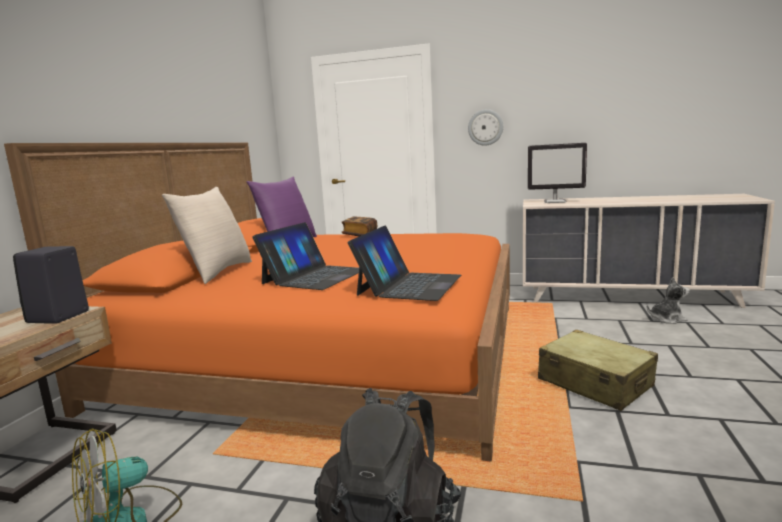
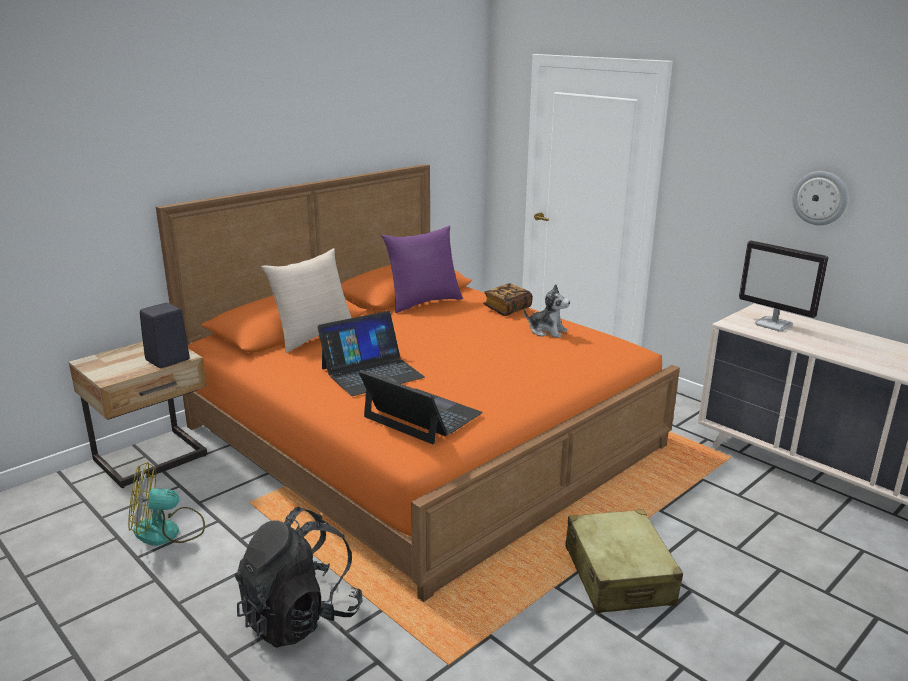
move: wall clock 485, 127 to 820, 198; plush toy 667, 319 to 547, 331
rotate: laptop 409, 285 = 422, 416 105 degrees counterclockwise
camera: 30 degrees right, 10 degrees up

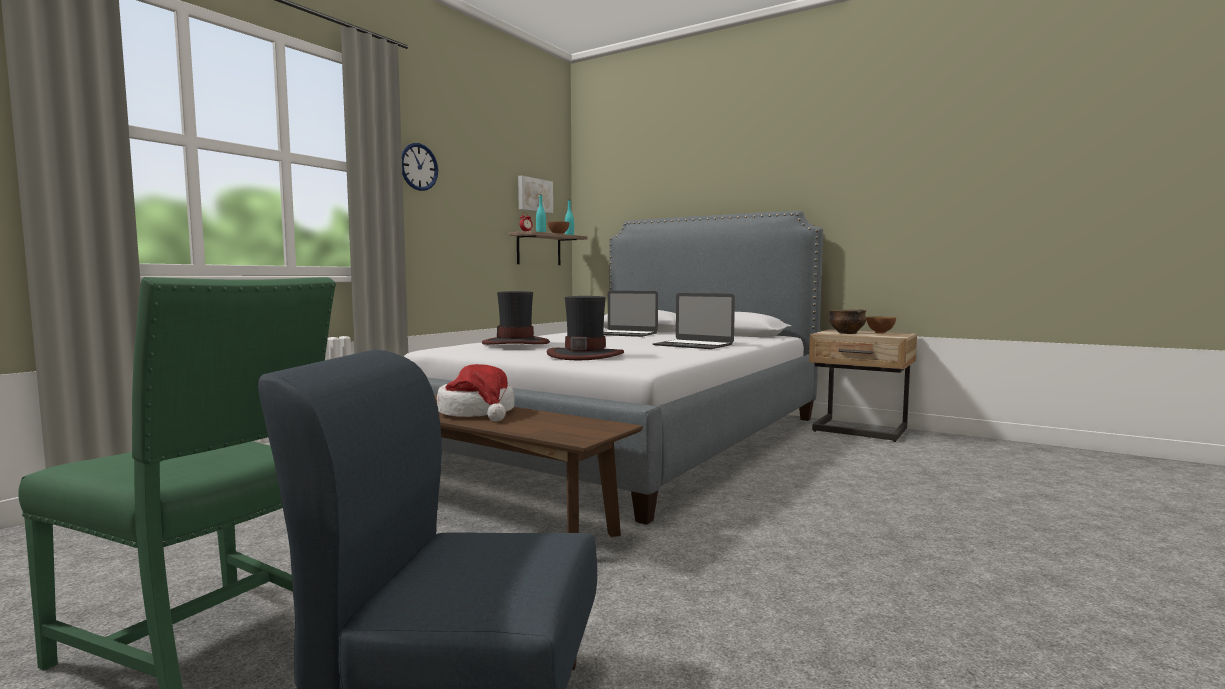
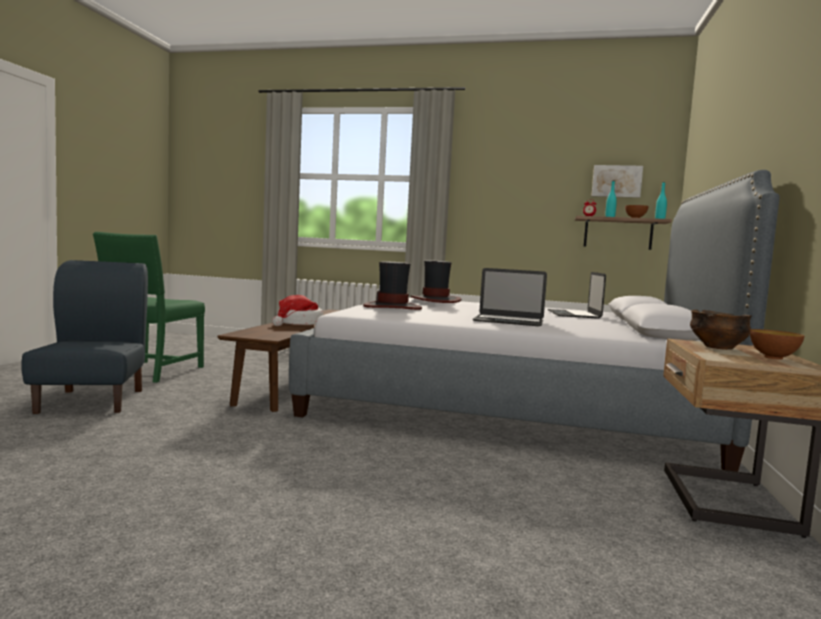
delete: wall clock 418, 167
rotate: laptop 693, 345 = 508, 321 90 degrees counterclockwise
camera: 70 degrees right, 0 degrees up

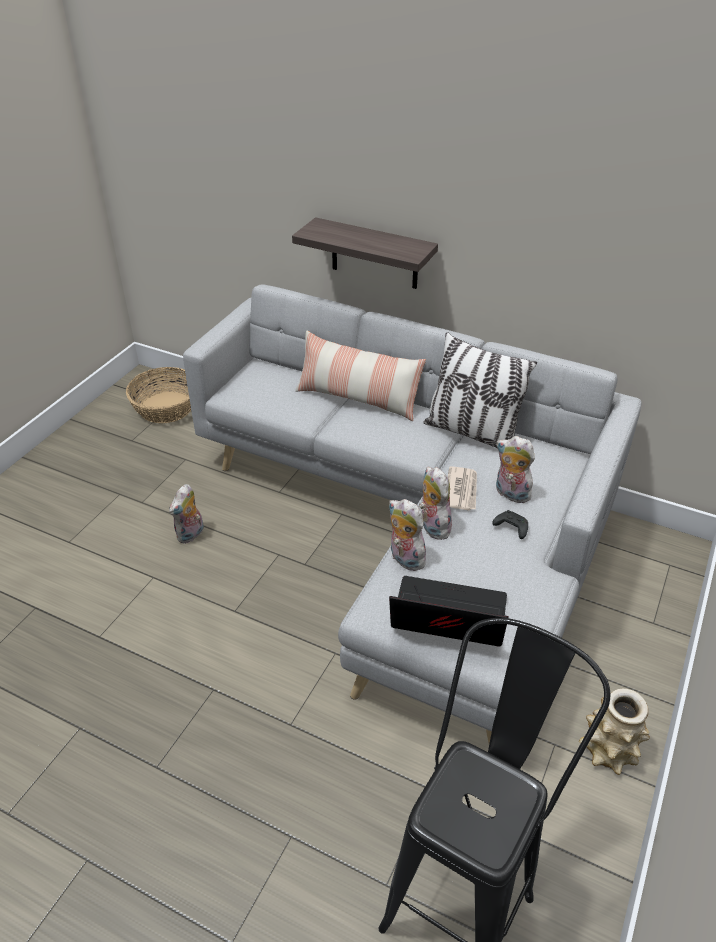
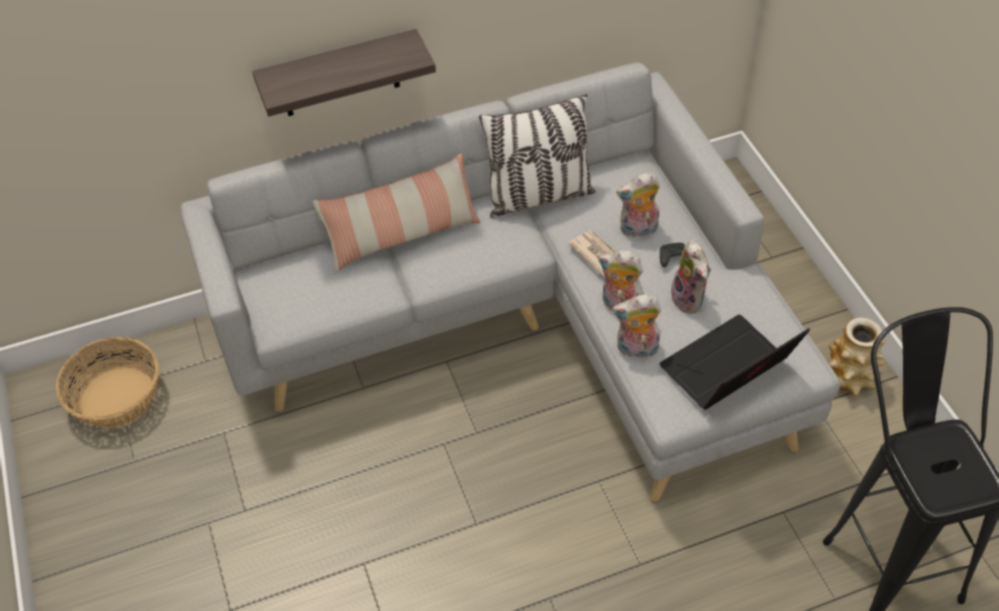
move: plush toy 191, 535 to 690, 299
camera: 45 degrees left, 10 degrees up

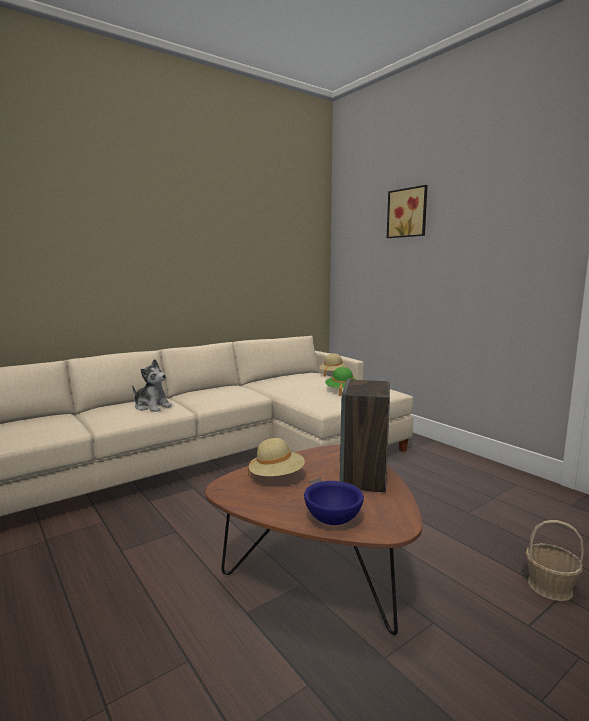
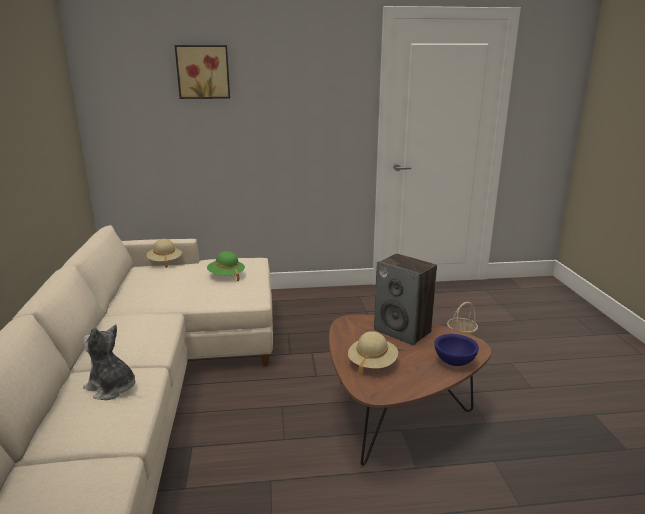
rotate: plush toy 152, 407 = 112, 388 120 degrees counterclockwise
camera: 60 degrees left, 10 degrees up

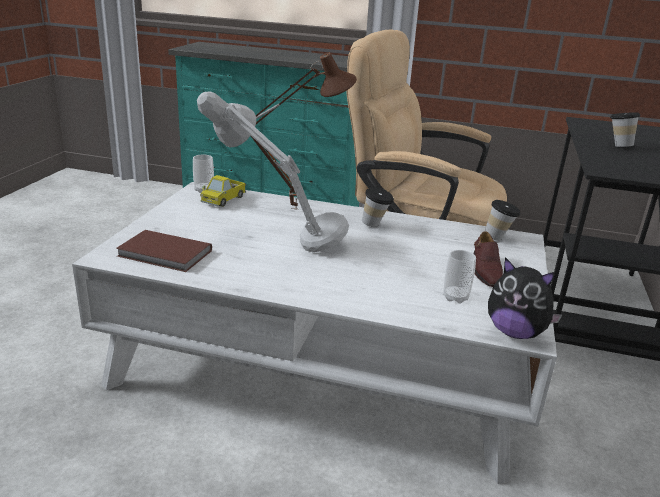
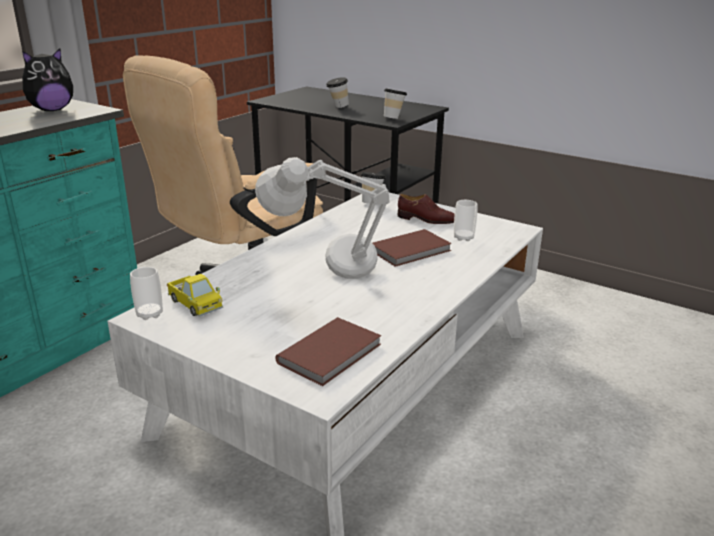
delete: table lamp (brown) 295, 208
insert: book (brown) 412, 250
move: cup 375, 225 to 394, 118; plush toy 515, 332 to 52, 110
camera: 70 degrees left, 0 degrees up

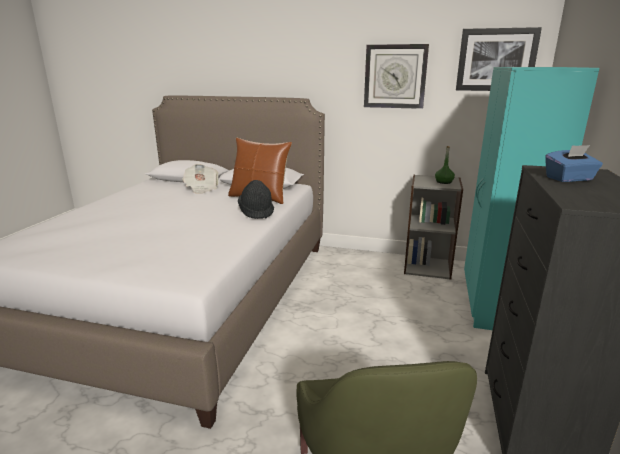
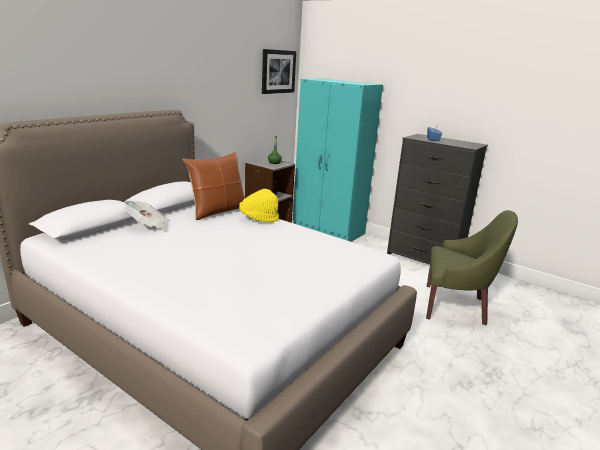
delete: wall clock 395, 76
recolor: hat (black) 256, 212 to hat (yellow) 258, 218
camera: 70 degrees left, 0 degrees up

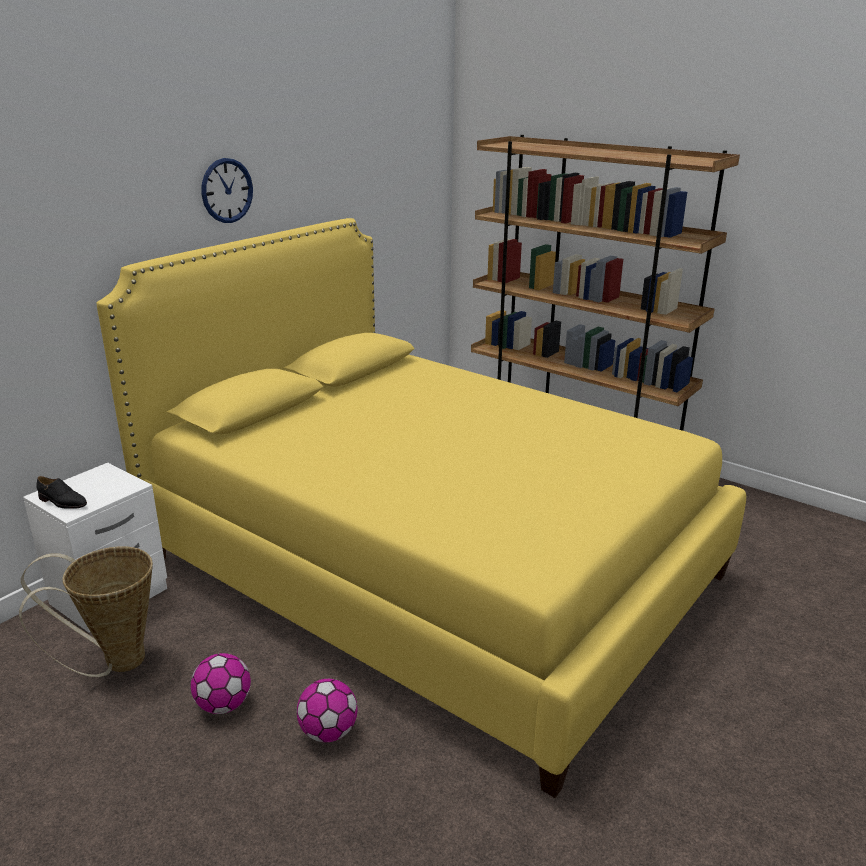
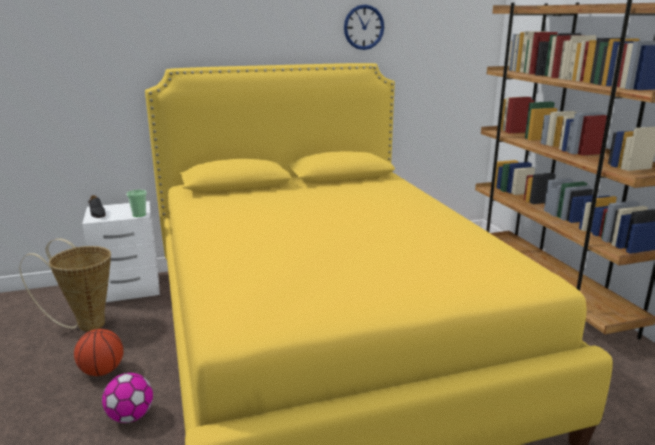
insert: cup 139, 214
move: wall clock 227, 190 to 363, 27
replace: football 223, 705 to basketball 102, 371
camera: 35 degrees right, 5 degrees down

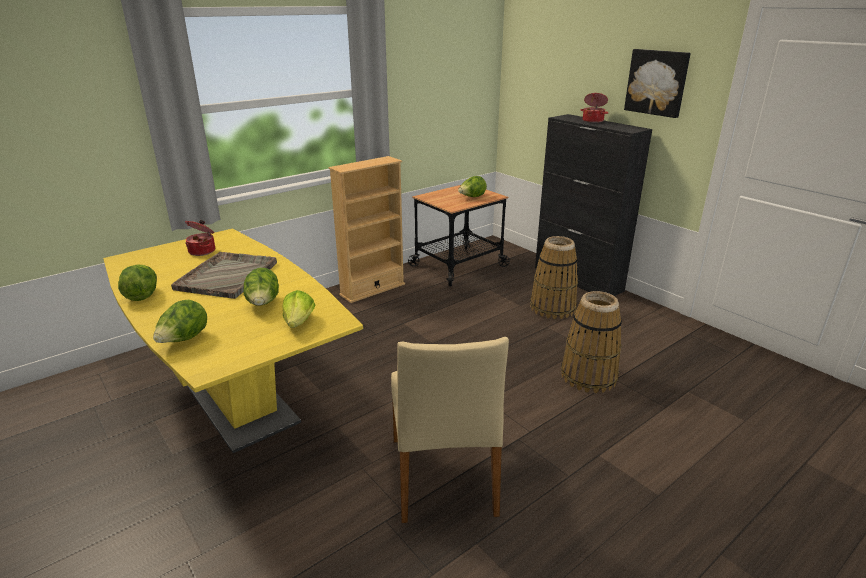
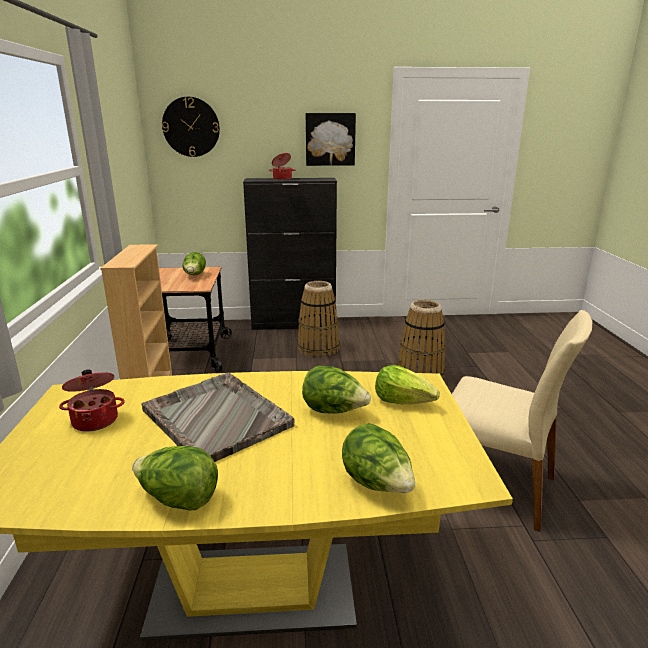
insert: wall clock 191, 127
camera: 55 degrees left, 5 degrees down

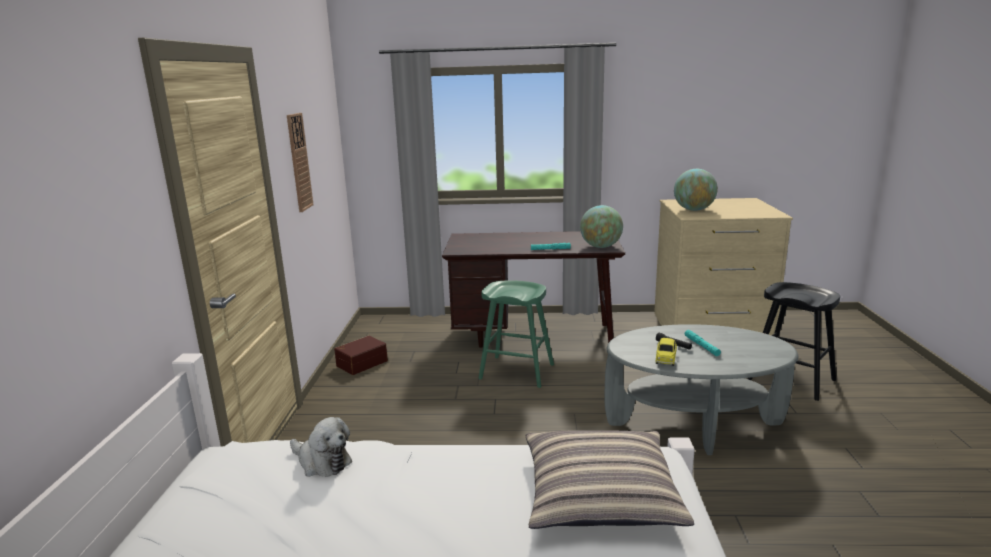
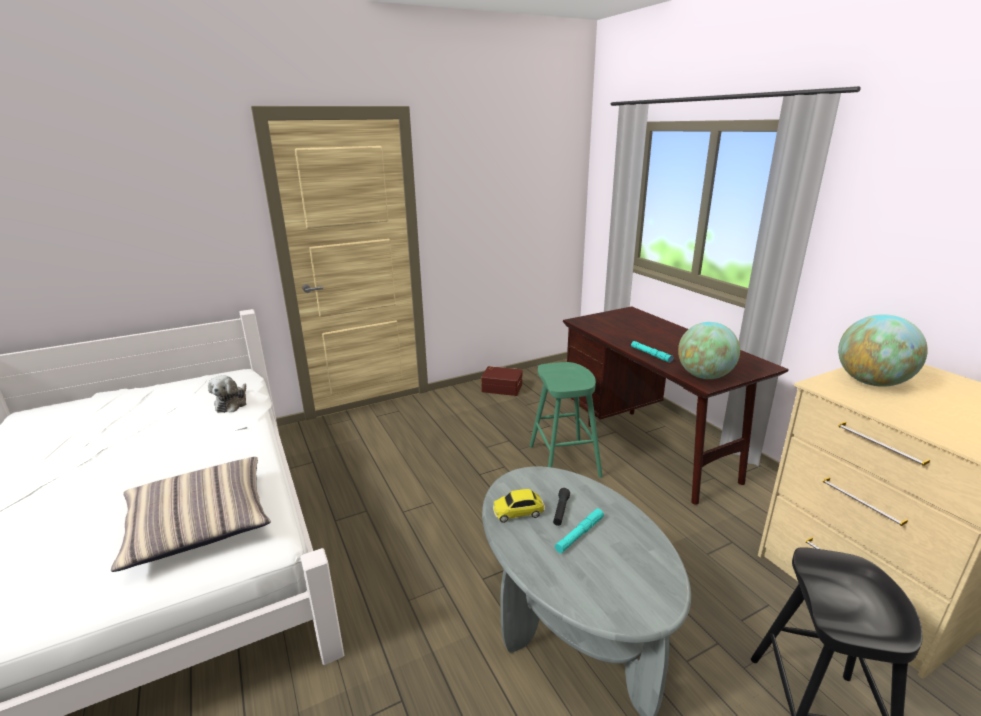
delete: wall clock 299, 162
camera: 60 degrees right, 5 degrees up

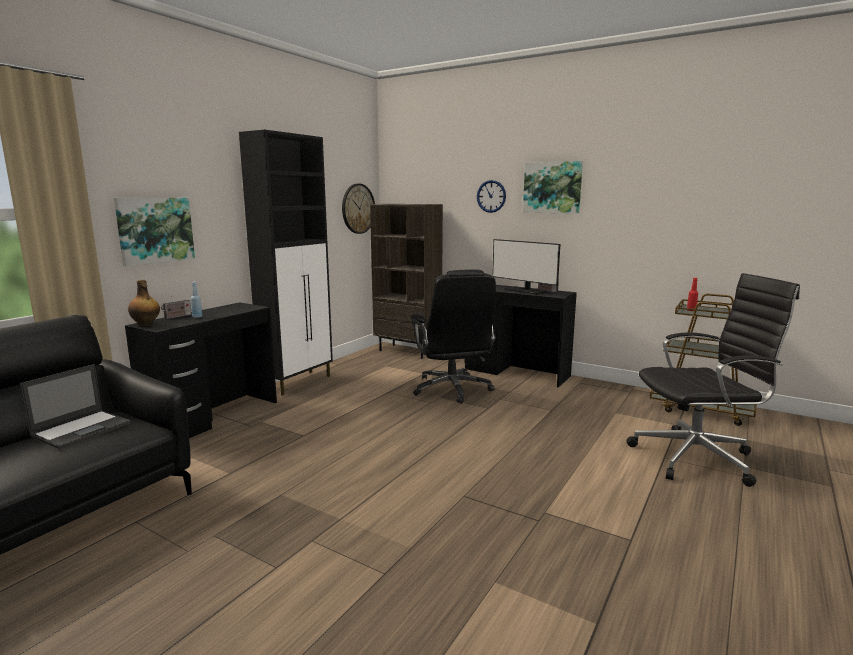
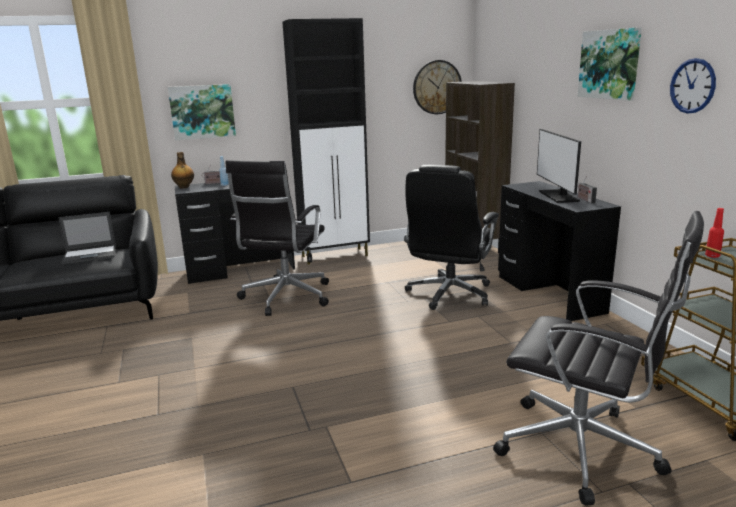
insert: office chair (black) 285, 298
move: wall clock 491, 196 to 692, 86
camera: 40 degrees right, 5 degrees up

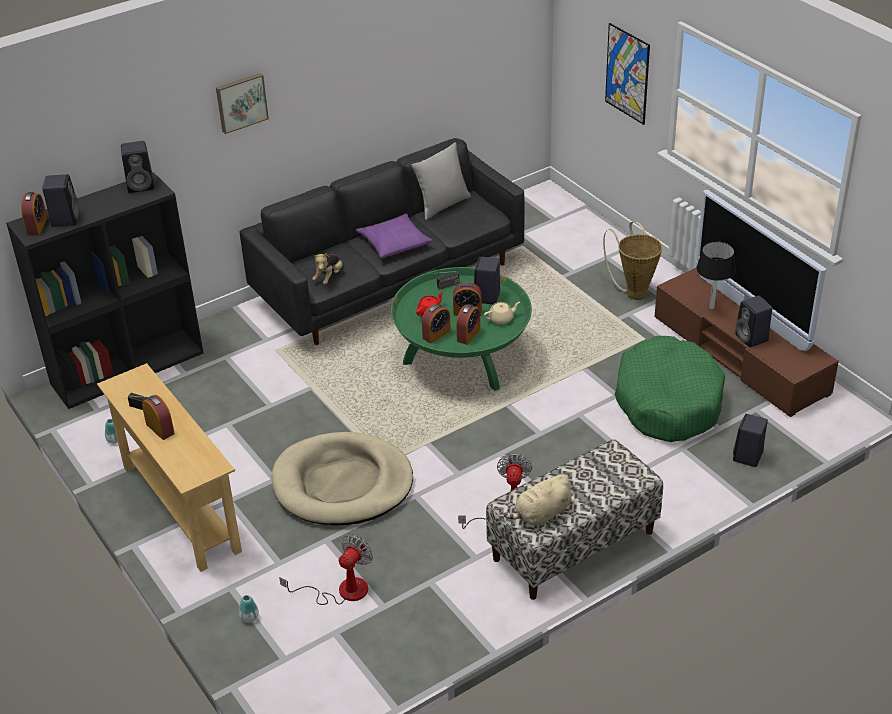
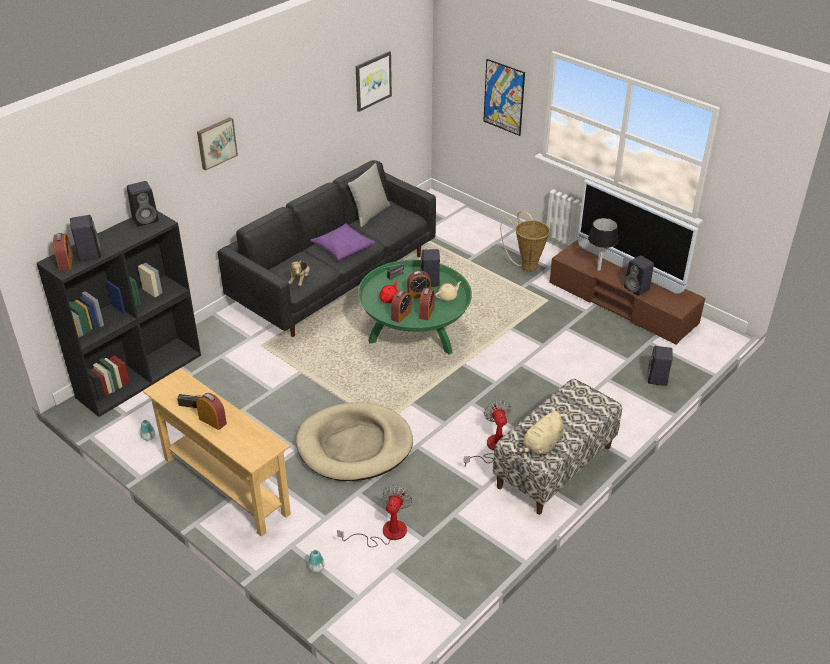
delete: dog bed (green) 668, 401
insert: picture 372, 81
camera: 15 degrees left, 0 degrees up

